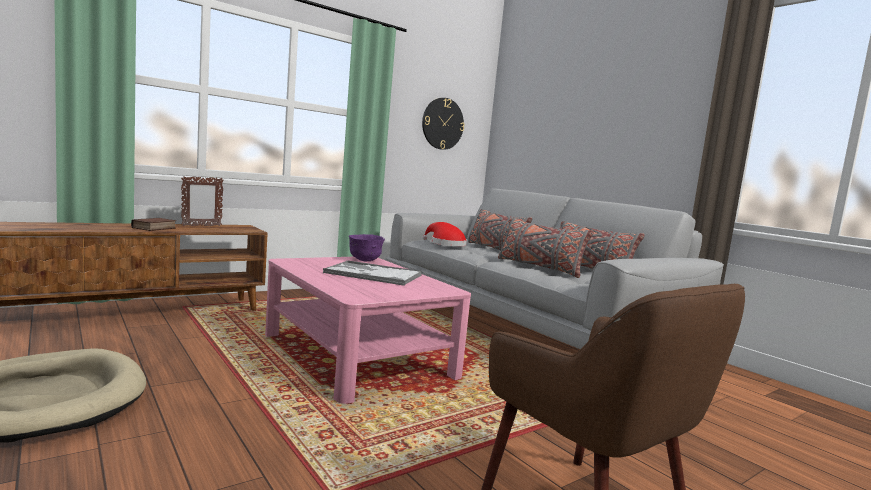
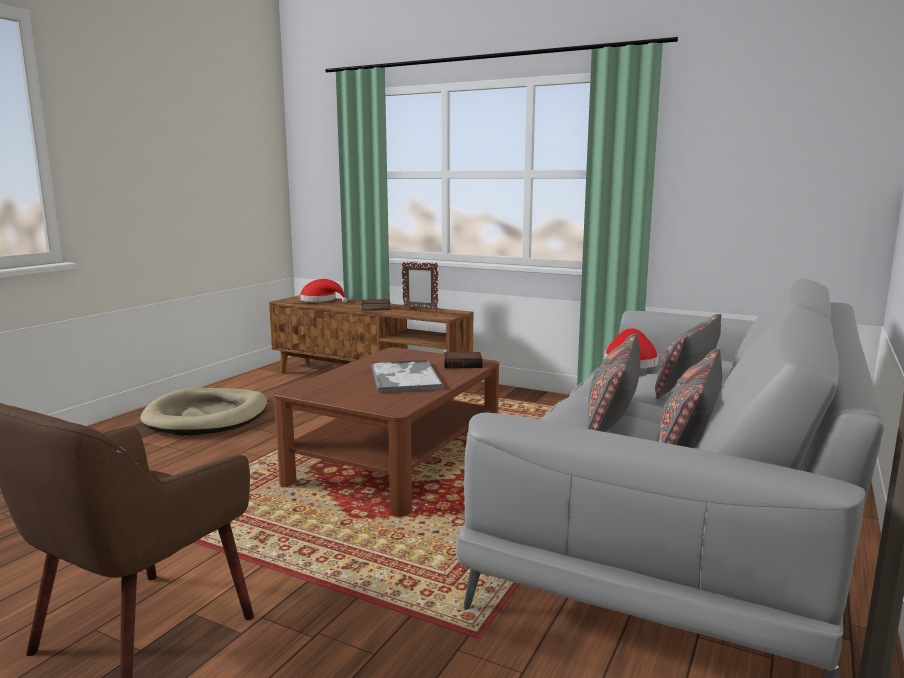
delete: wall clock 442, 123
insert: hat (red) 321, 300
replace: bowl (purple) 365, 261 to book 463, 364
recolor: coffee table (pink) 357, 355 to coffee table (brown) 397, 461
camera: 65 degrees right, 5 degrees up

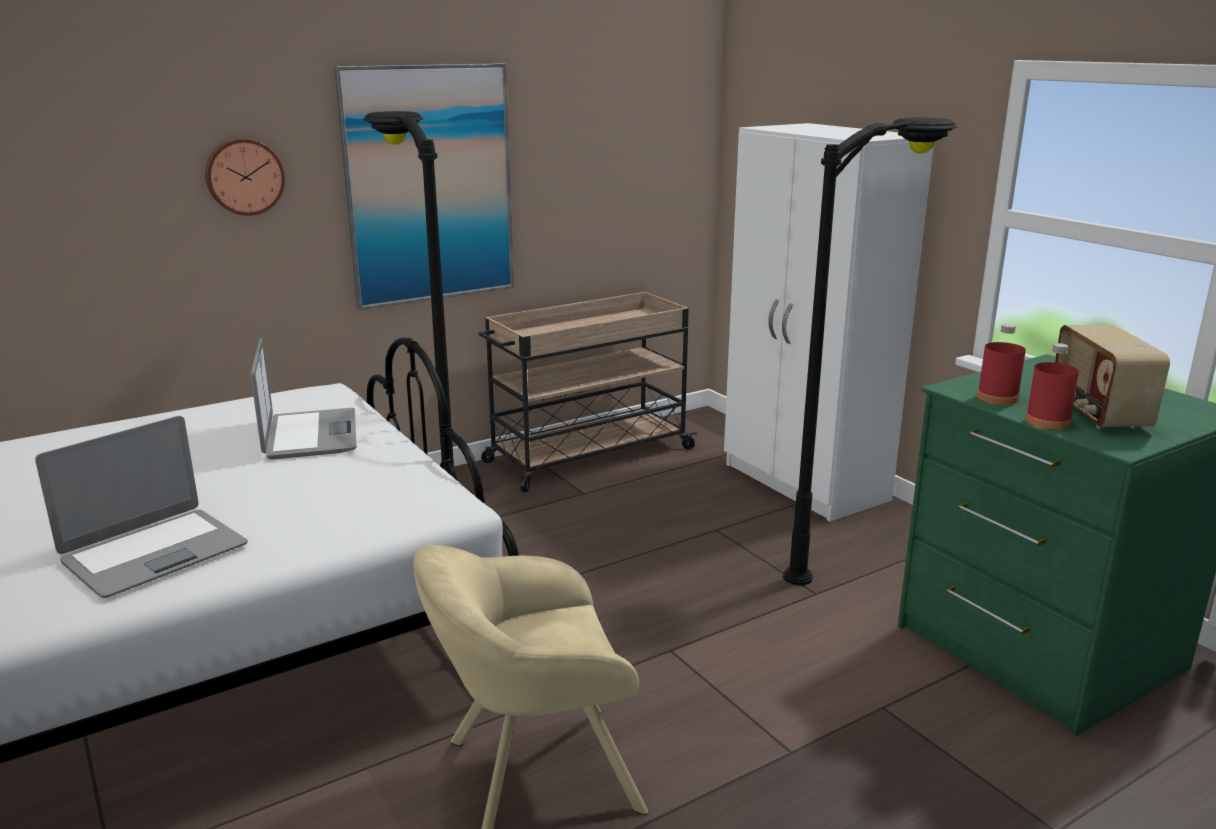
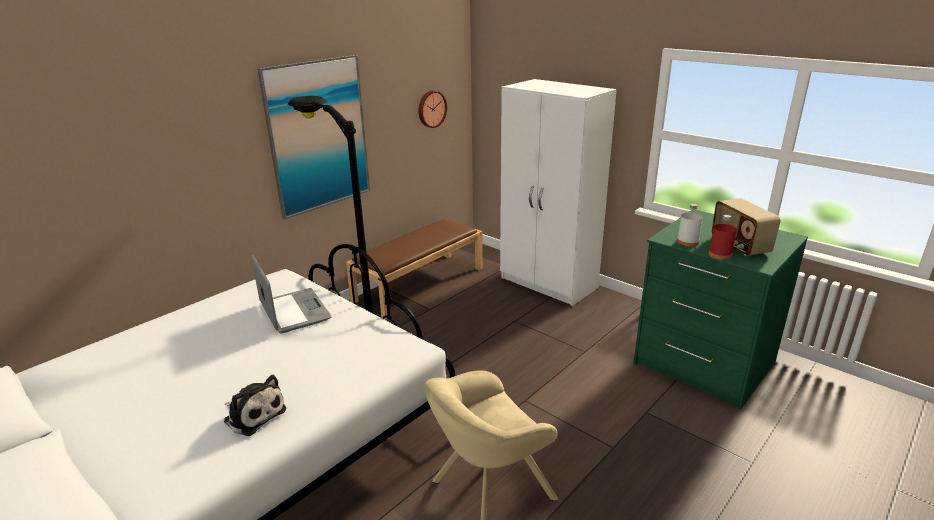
delete: floor lamp (black) 855, 550
move: wall clock 244, 176 to 431, 109
replace: cart (beige) 587, 455 to bench (brown) 420, 283; laptop 154, 553 to plush toy 253, 414
recolor: bottle (red) 997, 398 to bottle (white) 687, 242
camera: 15 degrees left, 5 degrees up

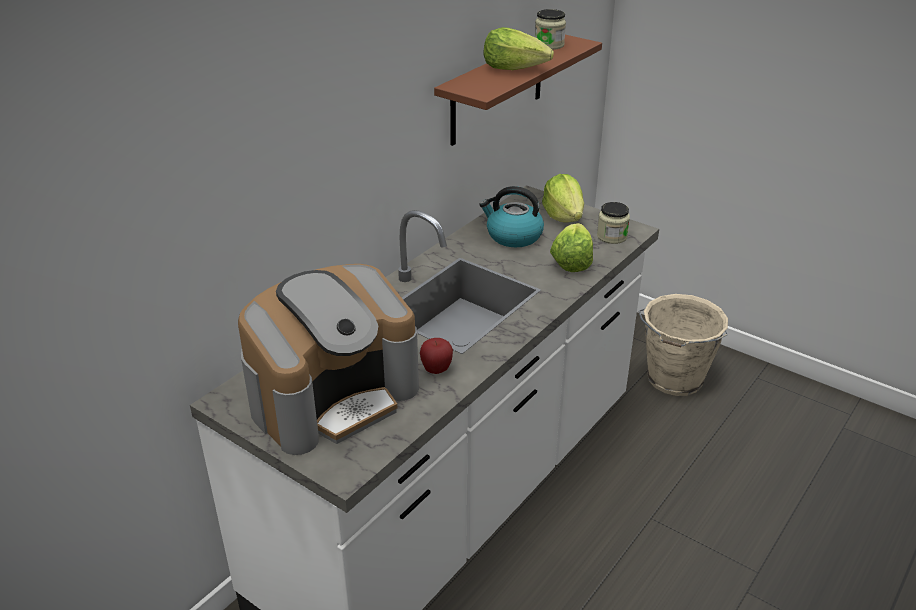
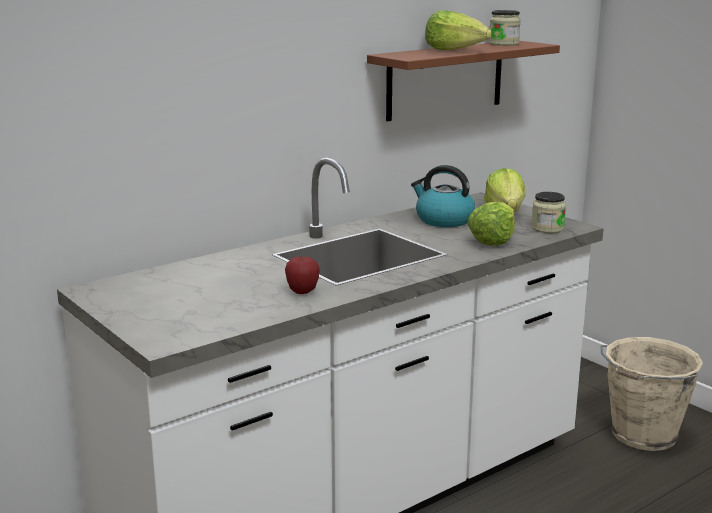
delete: coffee machine 333, 396
camera: 15 degrees right, 15 degrees down

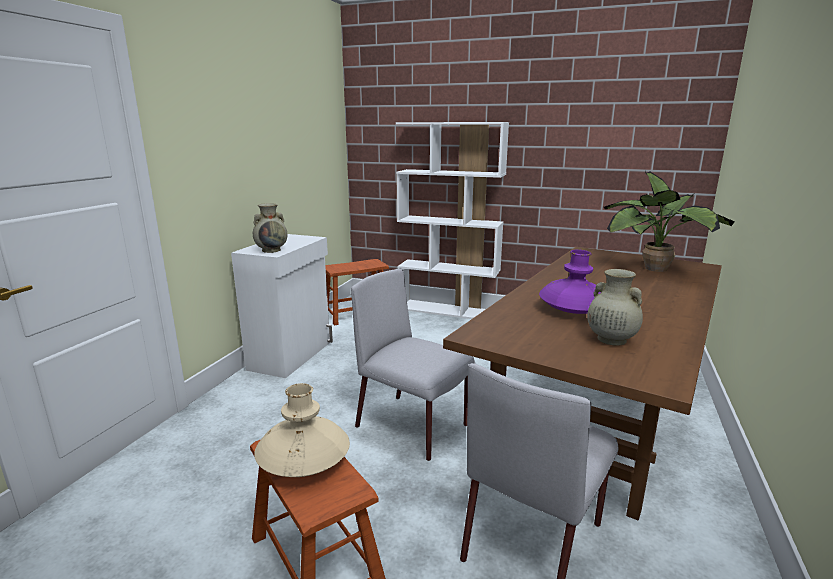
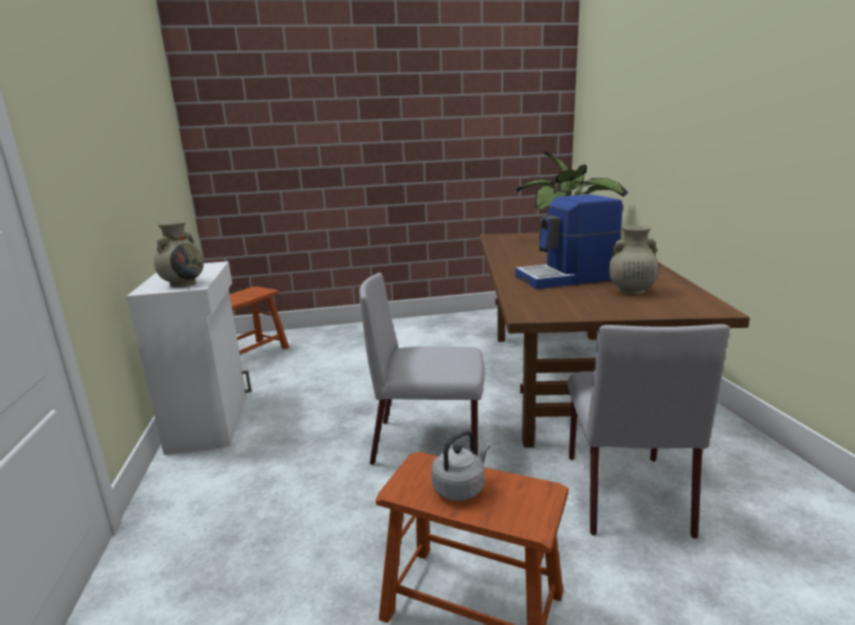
delete: bookcase (white) 448, 310
replace: vase (purple) 572, 309 to coffee machine 566, 278; vase (beige) 304, 461 to kettle (grey) 460, 488
camera: 30 degrees left, 0 degrees up

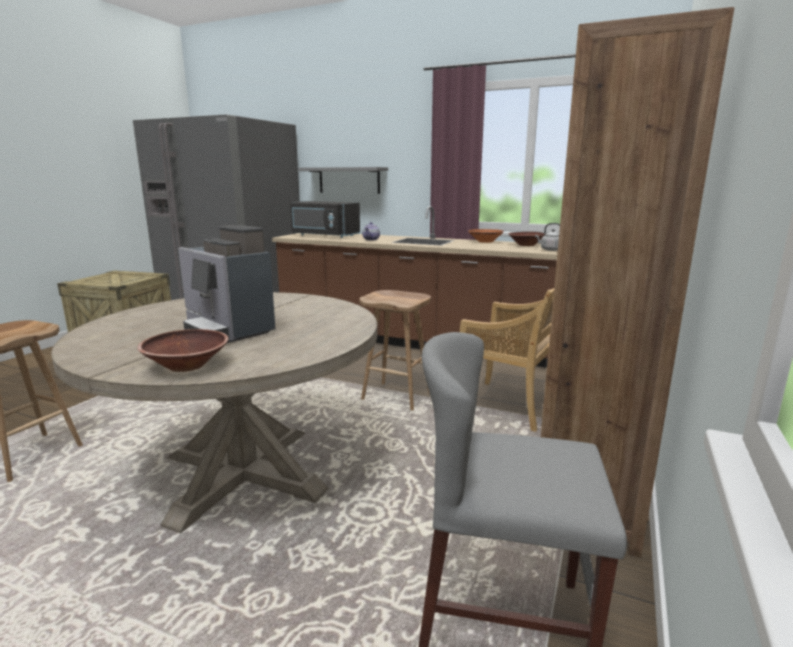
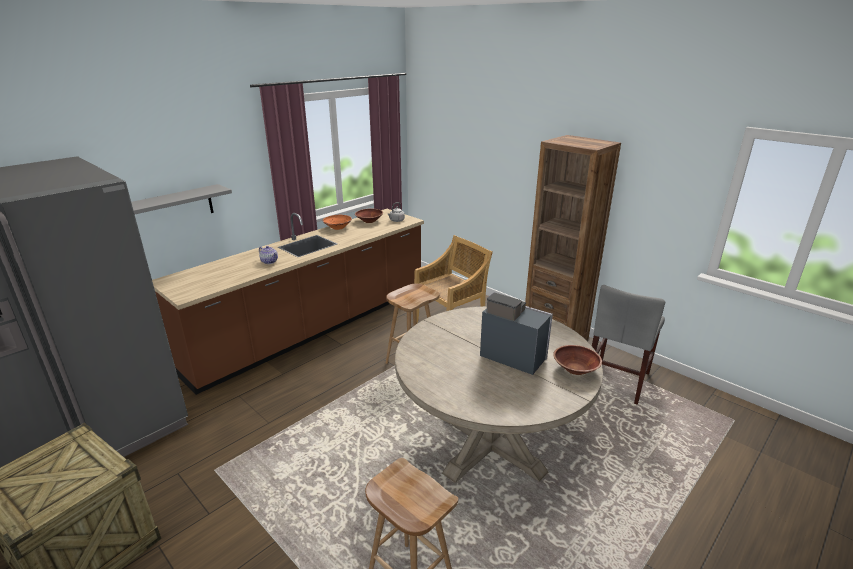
delete: microwave (black) 323, 235
rotate: coffee machine 227, 331 = 512, 356 120 degrees counterclockwise
camera: 70 degrees left, 10 degrees up

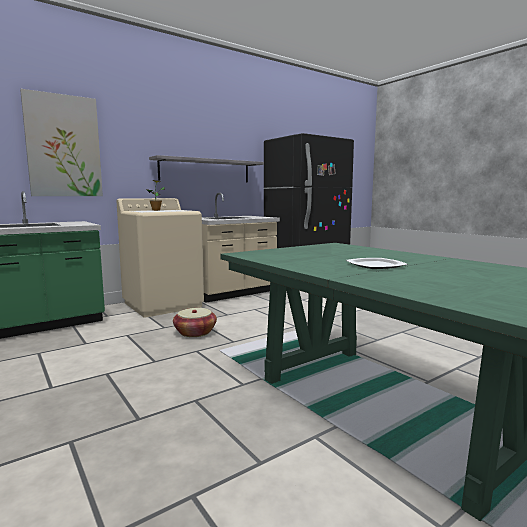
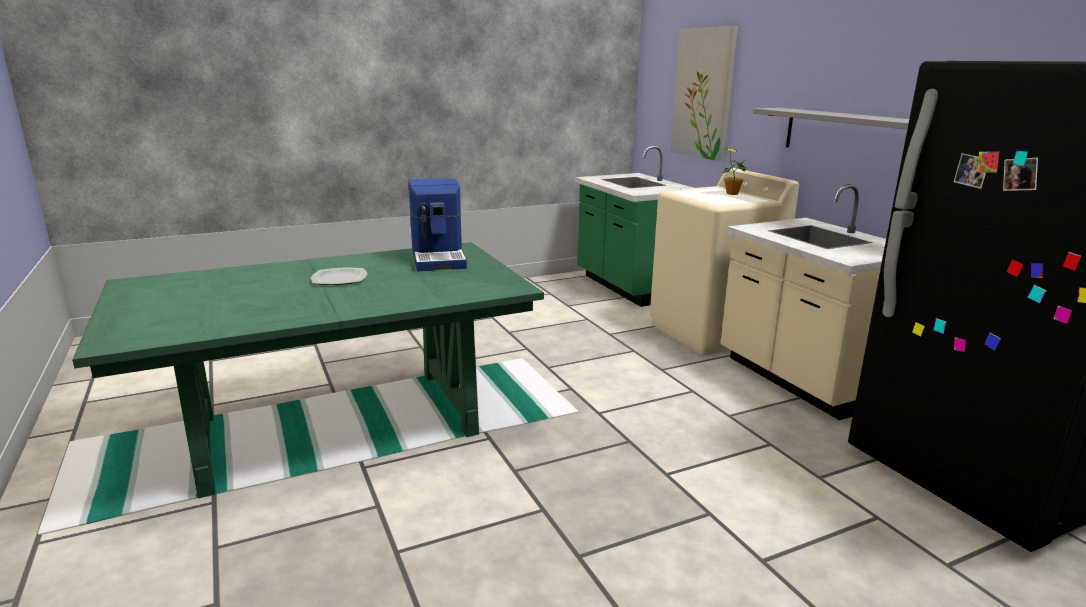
delete: basket 195, 332
insert: coffee machine 439, 258
camera: 100 degrees right, 10 degrees up

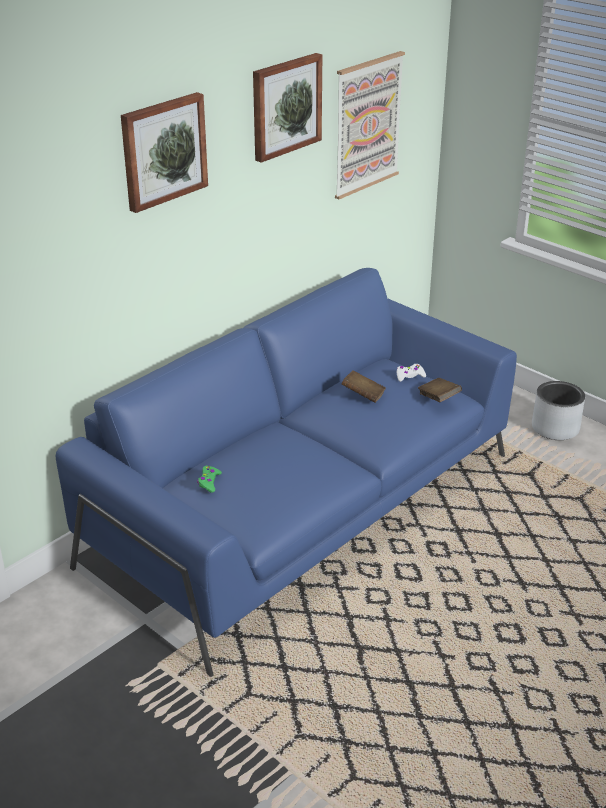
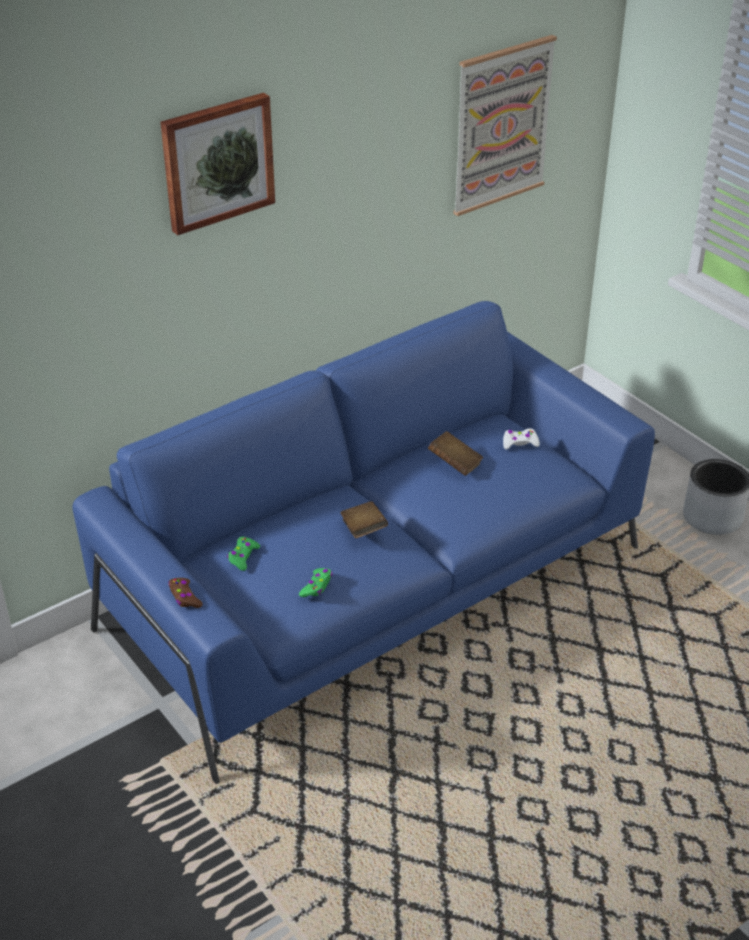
delete: picture 285, 106
insert: game controller (green) 316, 586; game controller (brown) 185, 597
move: book (brown) 438, 398 to 363, 530
camera: 10 degrees right, 5 degrees up

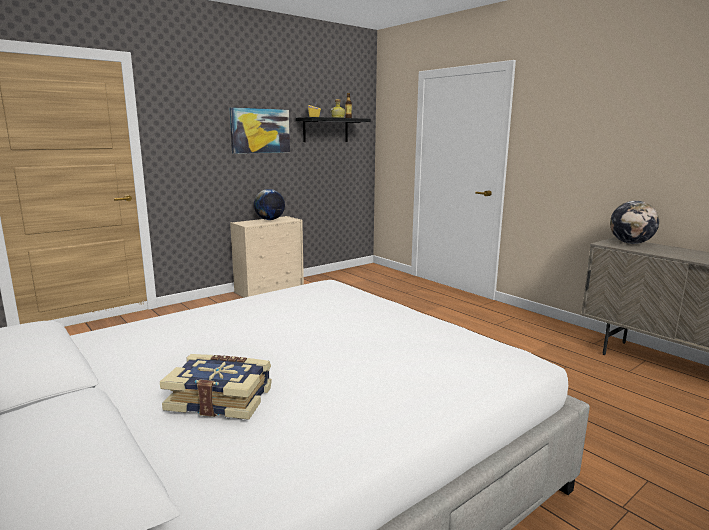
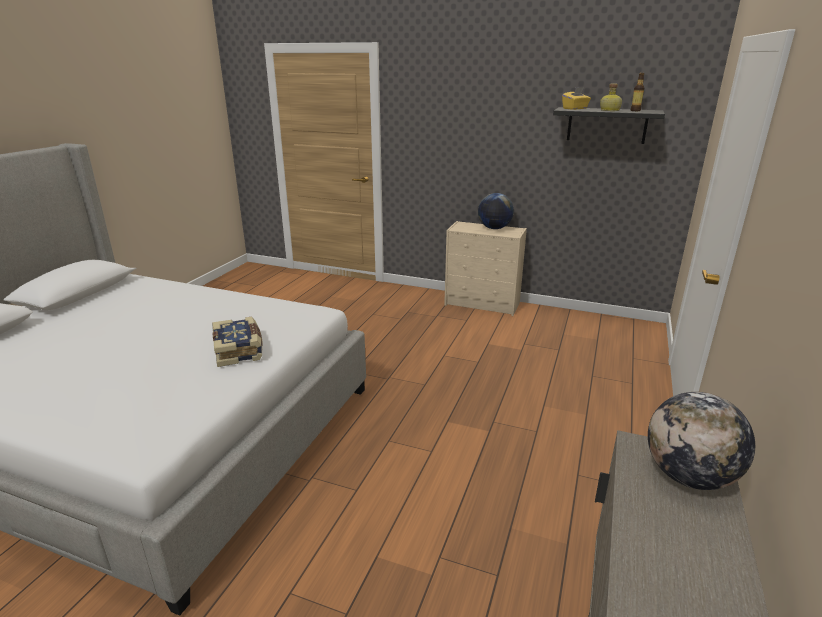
delete: picture 260, 130
move: book 221, 398 to 239, 350
camera: 60 degrees right, 10 degrees up

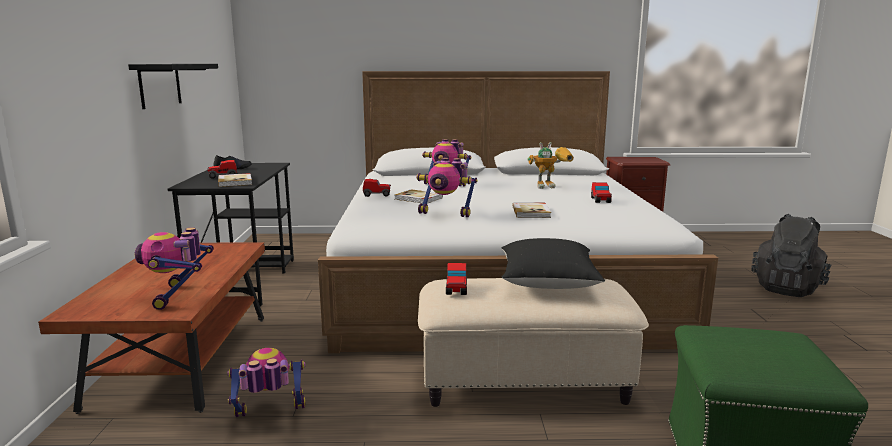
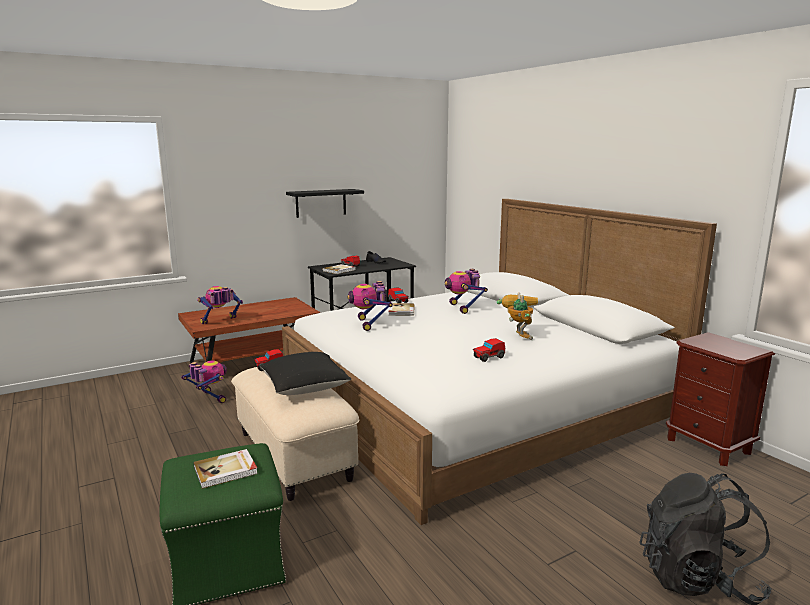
move: book 531, 212 to 226, 470
rotate: toy robot 551, 186 = 517, 335 150 degrees counterclockwise
camera: 60 degrees right, 0 degrees up

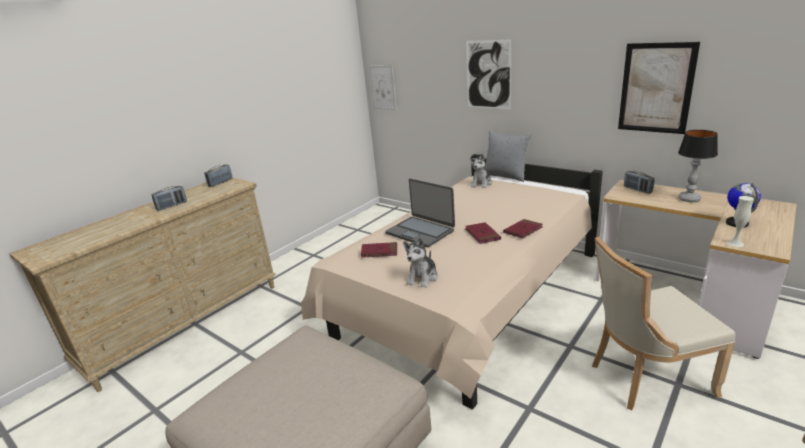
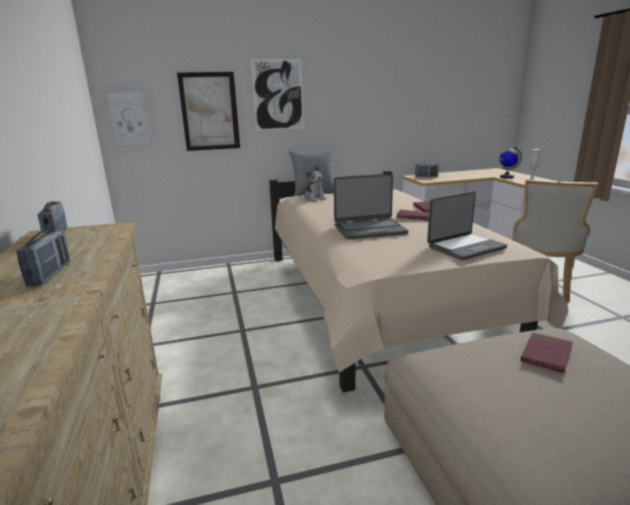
delete: table lamp 689, 199
move: picture 656, 88 to 209, 111; book (red) 379, 252 to 546, 354
replace: plush toy 422, 278 to laptop 465, 247
camera: 55 degrees left, 5 degrees down

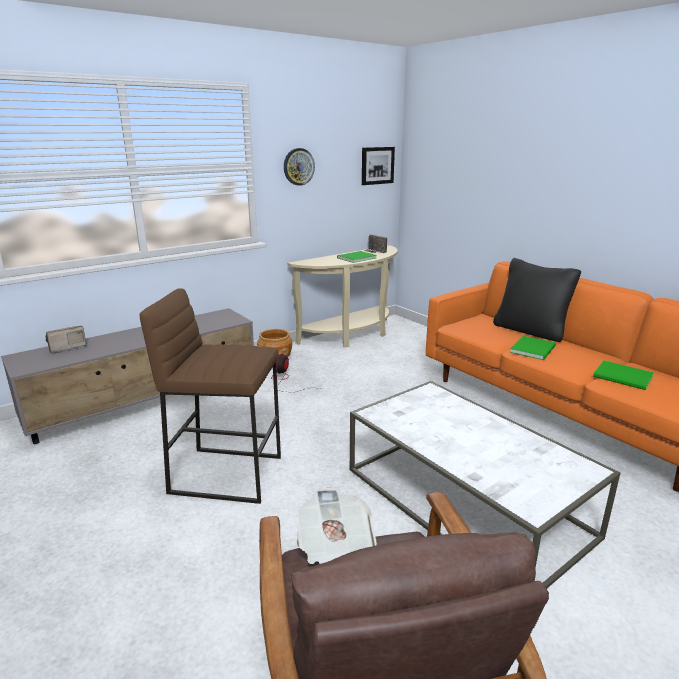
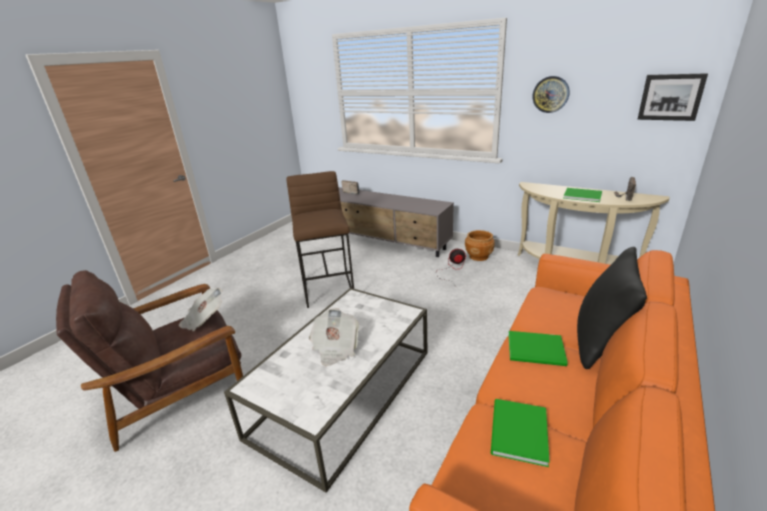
insert: newspaper 335, 348
camera: 70 degrees right, 5 degrees up

